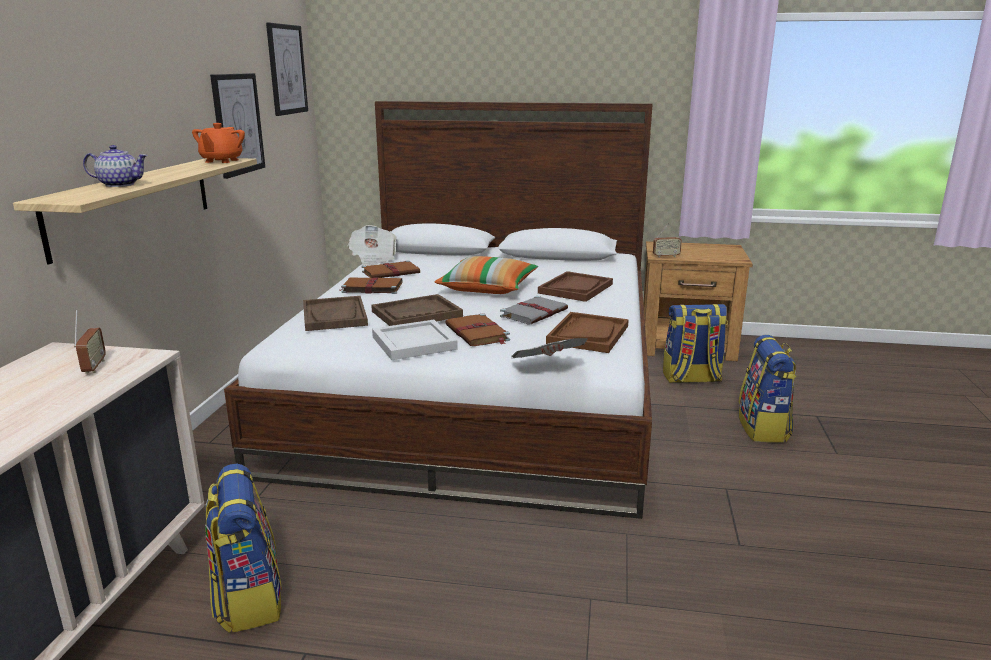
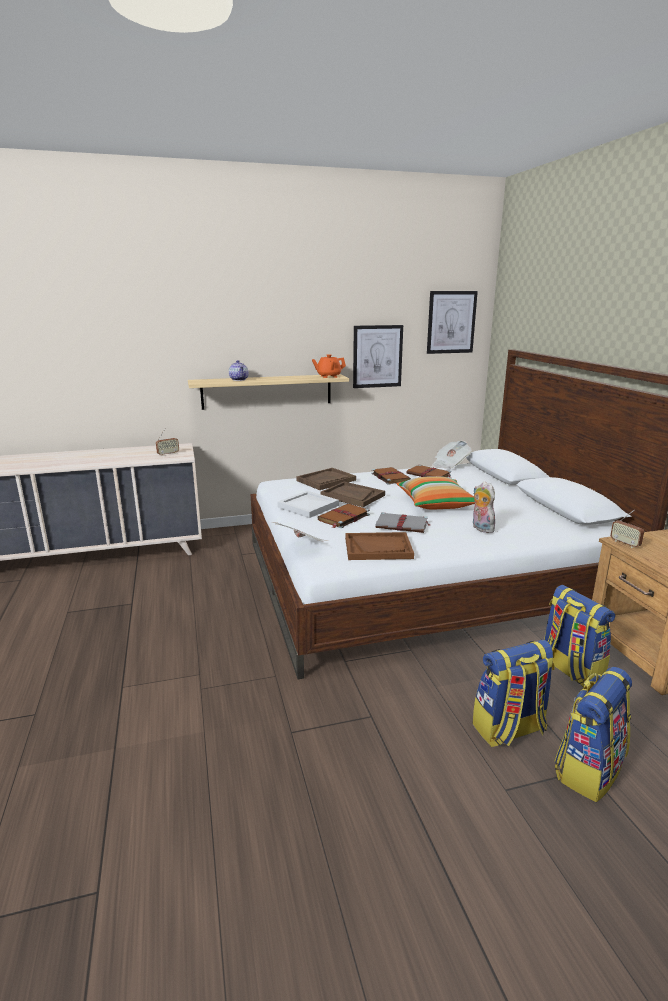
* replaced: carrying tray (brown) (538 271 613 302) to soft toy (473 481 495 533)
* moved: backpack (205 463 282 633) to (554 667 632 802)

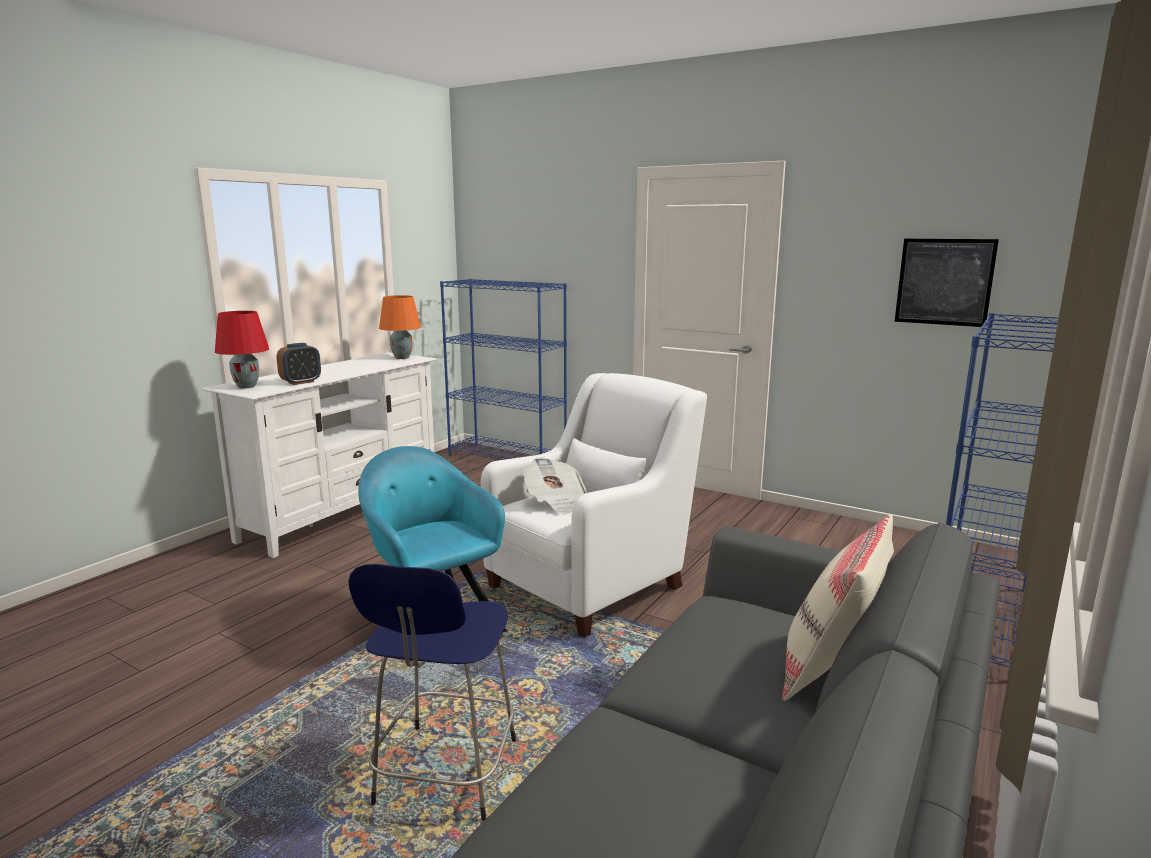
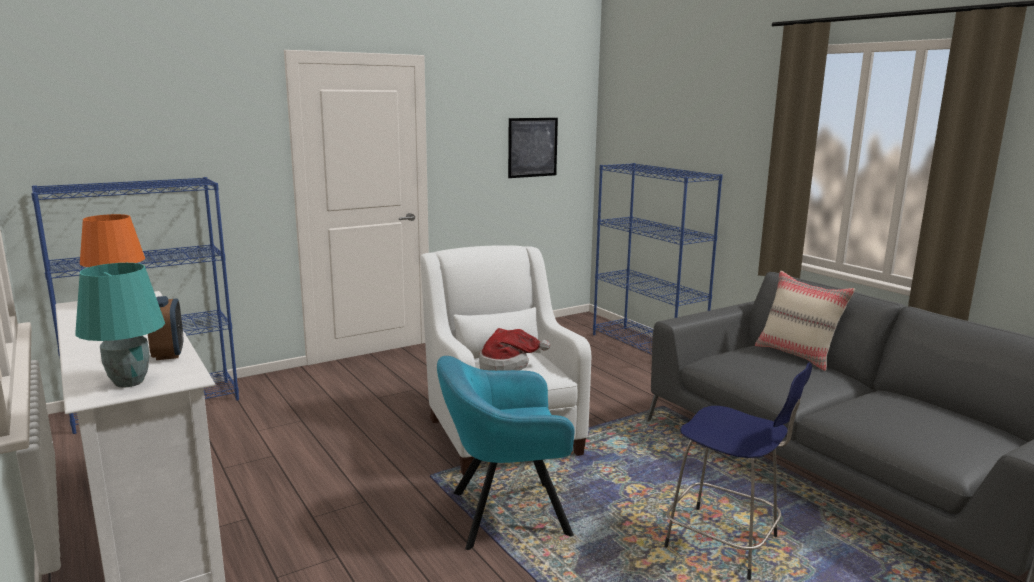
* recoloured: lamp for a table (red-coloured) (215 311 269 389) to lamp for a table (turquoise-coloured) (75 263 165 388)
* replaced: printed paper (523 457 587 515) to wearable hat (479 328 550 371)

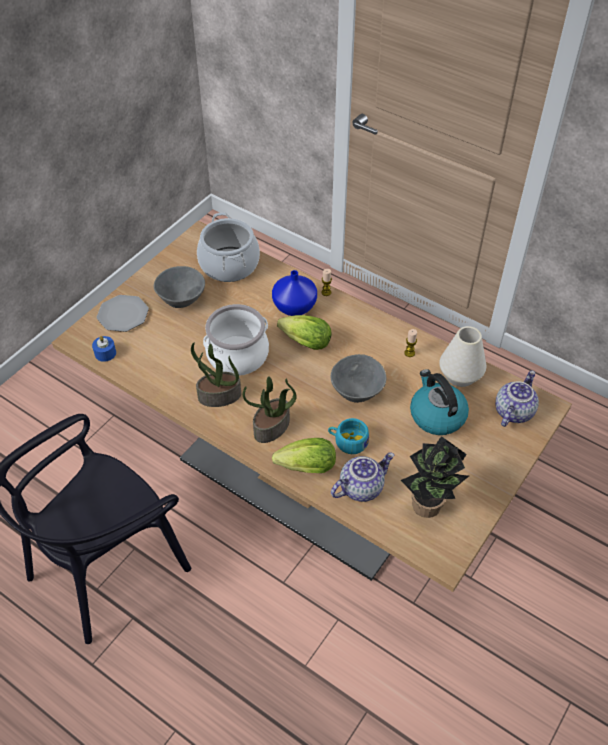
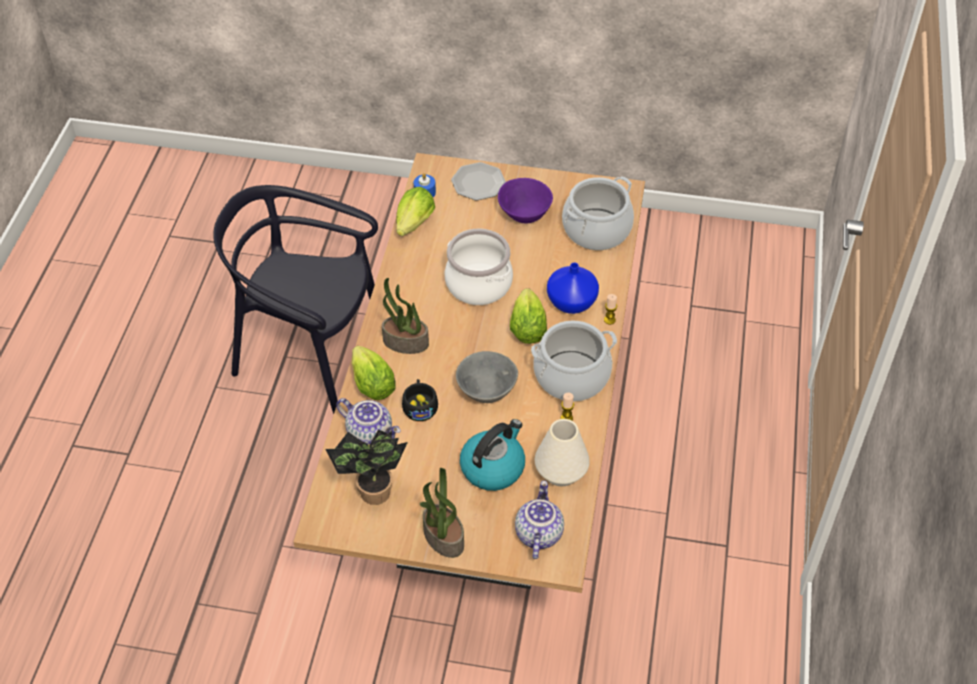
* recoloured: serving bowl (grey) (154 266 205 308) to serving bowl (purple) (498 178 553 223)
* moved: houseplant (191 342 241 407) to (420 468 464 558)
* turned: pot for tea (495 370 539 427) = (515 481 564 559) 90 degrees counterclockwise
* recoloured: cup (turquoise-coloured) (328 418 369 454) to cup (black-coloured) (402 379 438 421)
* added: lettuce head (396 187 435 236)
* added: saucepot (531 320 617 401)

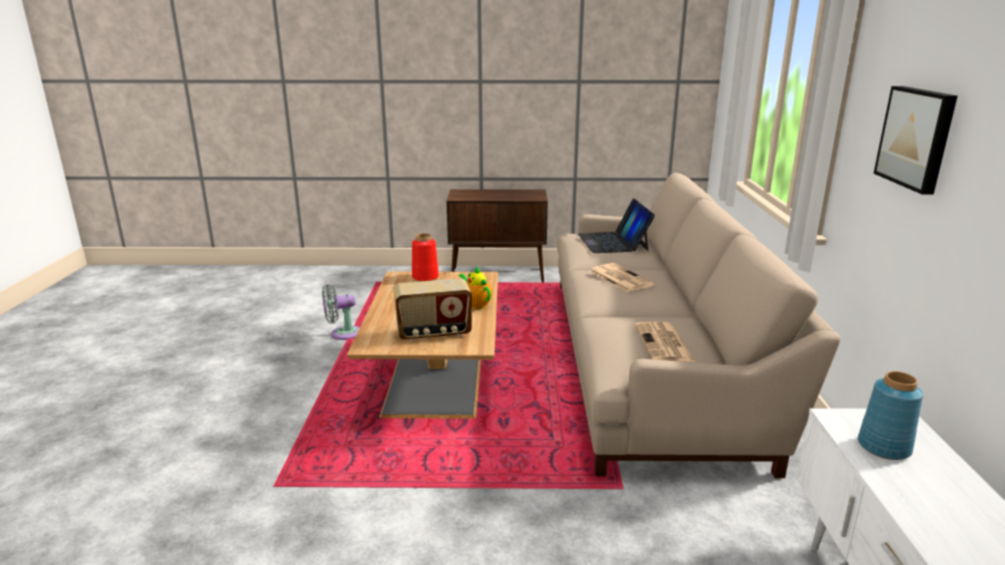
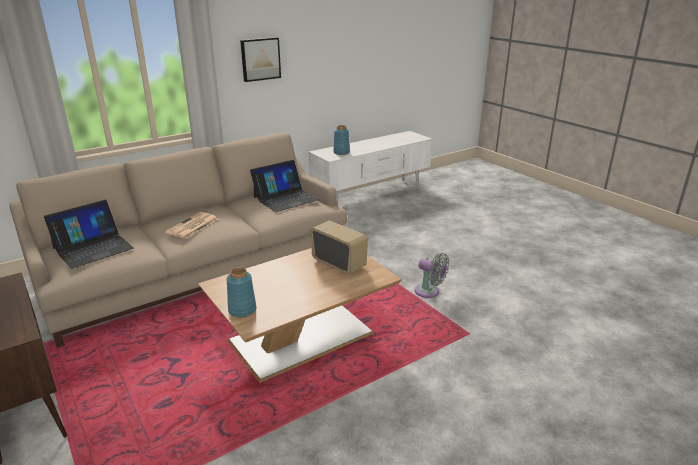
* recoloured: decorative vase (red-coloured) (412 233 439 281) to decorative vase (blue-coloured) (227 267 256 318)
* removed: pot for tea (459 267 492 309)
* moved: electric fan (grey) (322 284 359 340) to (415 253 449 298)
* replaced: printed paper (635 322 695 362) to notebook computer (250 160 319 212)

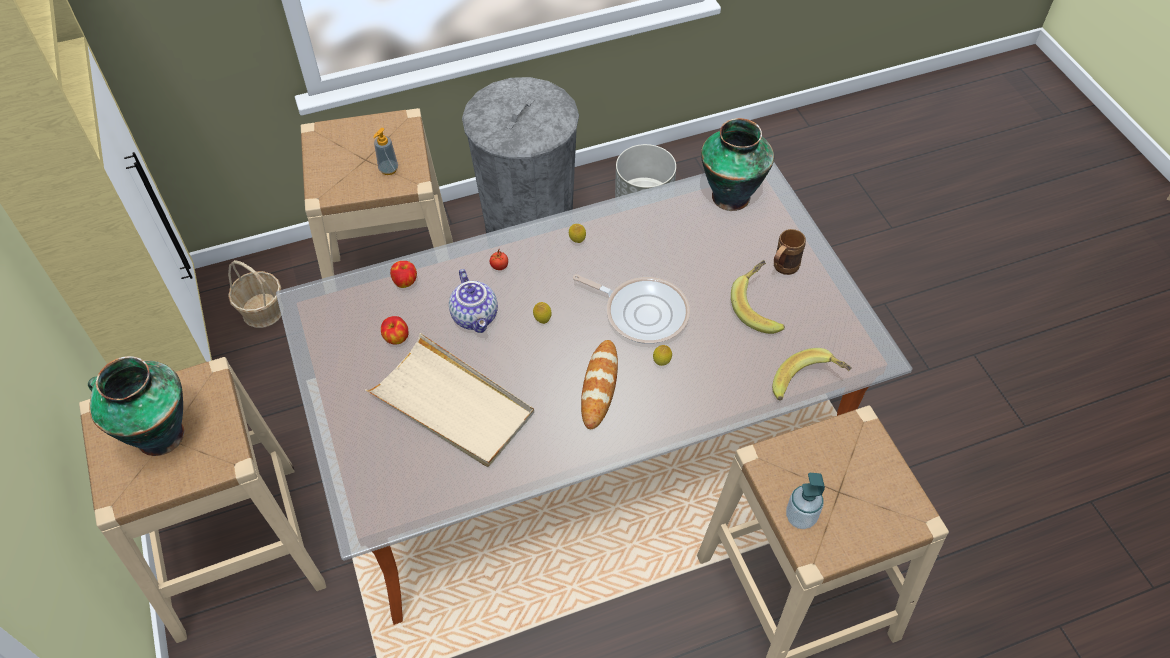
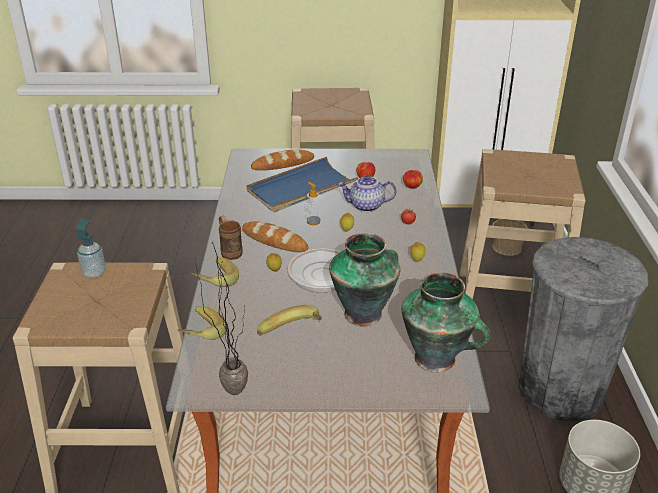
* moved: liquid soap bottle (373 128 398 175) to (305 182 322 225)
* moved: coffee mug (brown) (774 229 806 275) to (219 215 243 260)
* recoloured: carrying tray (beige) (365 333 534 467) to carrying tray (blue-coloured) (246 157 358 212)
* moved: decorative vase (88 356 185 456) to (329 233 400 326)
* added: baked bread (251 149 314 170)
* added: houseplant (195 244 248 395)
* added: banana (190 257 239 287)

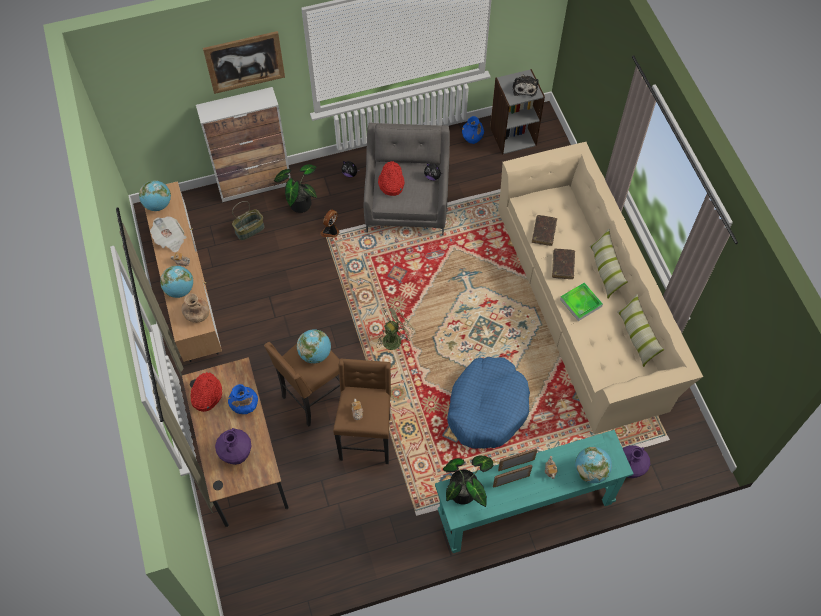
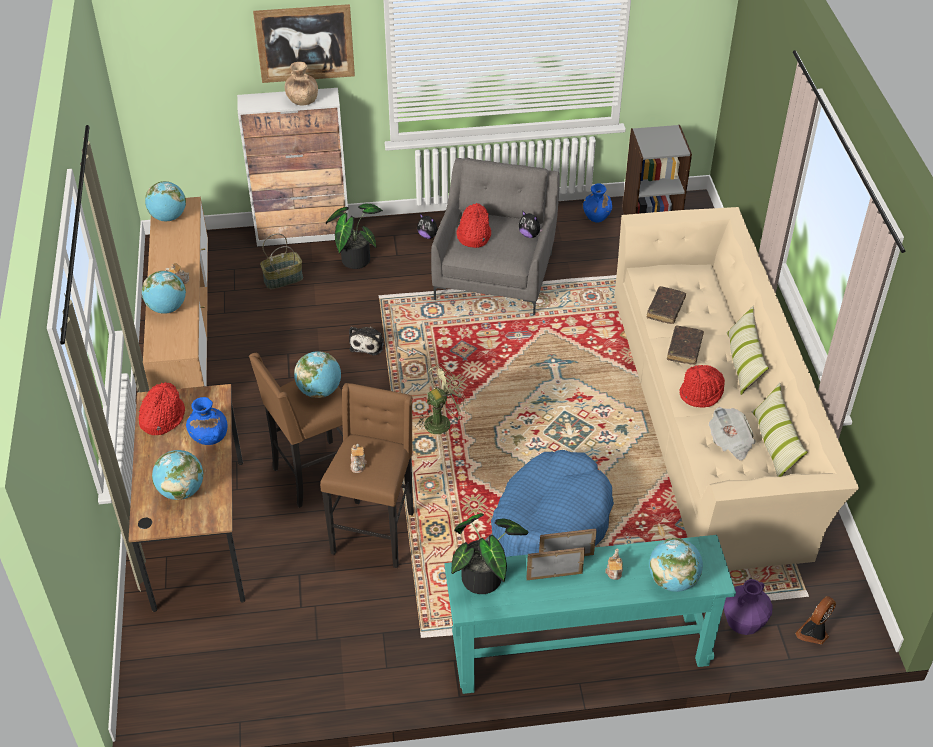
* moved: soft toy (512 74 539 96) to (349 327 384 356)
* moved: electric fan (320 209 340 238) to (795 596 836 644)
* moved: printed paper (150 217 186 252) to (709 407 756 460)
* replaced: carrying tray (560 282 603 321) to wearable hat (red-coloured) (679 365 725 408)
* moved: decorative vase (brown) (181 293 209 323) to (285 62 318 105)
* replaced: decorative vase (purple) (215 428 251 465) to desk globe (152 450 203 500)

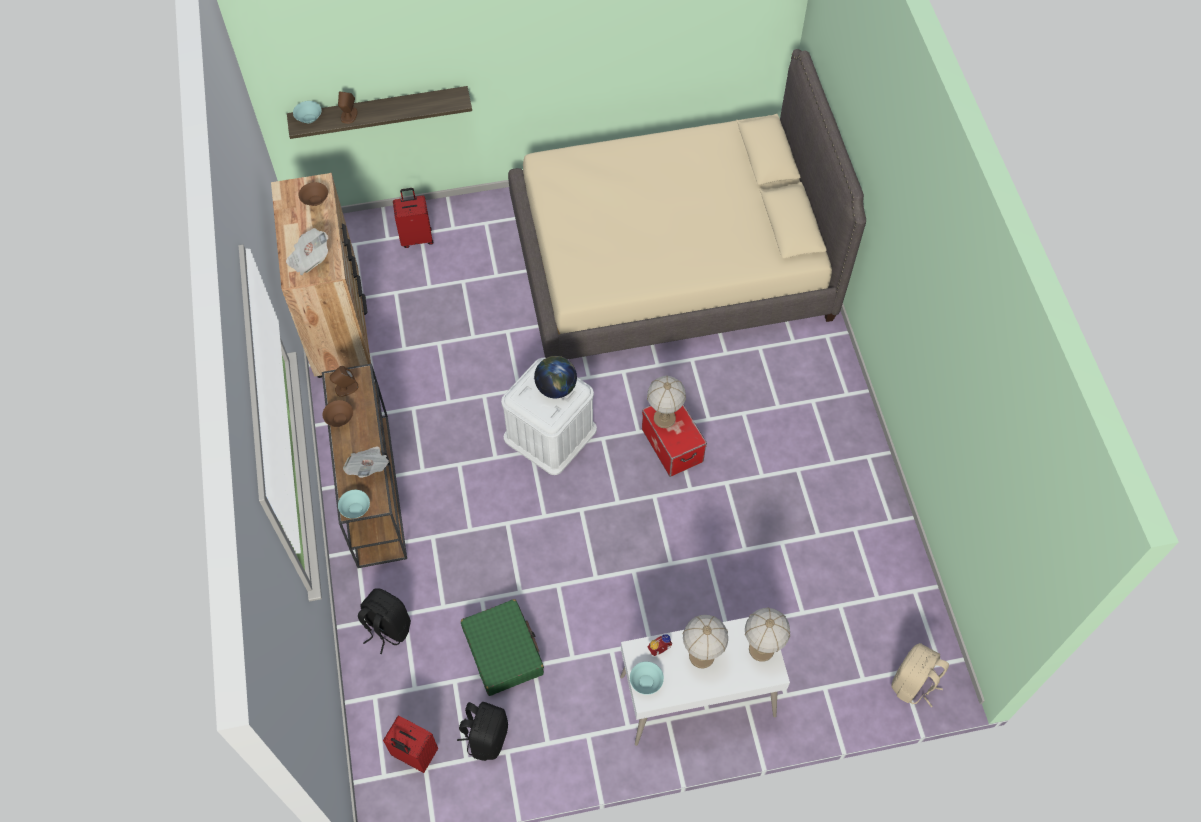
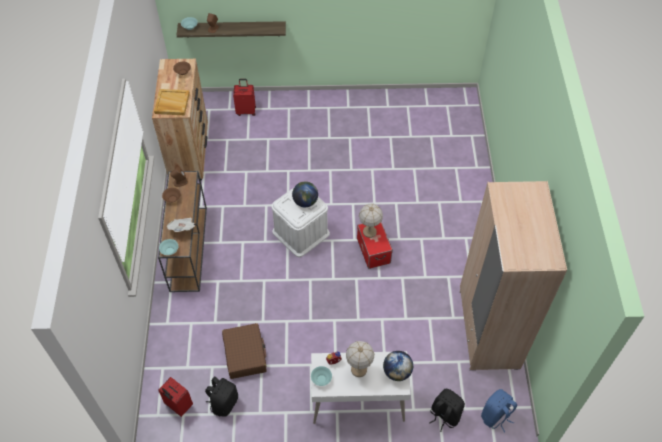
* removed: bedroom bed (beige) (508 49 866 359)
* replaced: printed paper (286 228 329 275) to carrying tray (beige) (154 89 190 115)
* moved: backpack (black-coloured) (358 588 411 654) to (429 389 465 432)
* recoloured: travel case (green-coloured) (461 599 544 696) to travel case (brown) (222 323 267 379)
* replaced: lamp for a table (745 607 790 662) to desk globe (383 351 413 381)
* recoloured: backpack (beige) (891 643 949 707) to backpack (blue-coloured) (481 389 517 433)
* added: armoire (beige) (460 181 567 370)

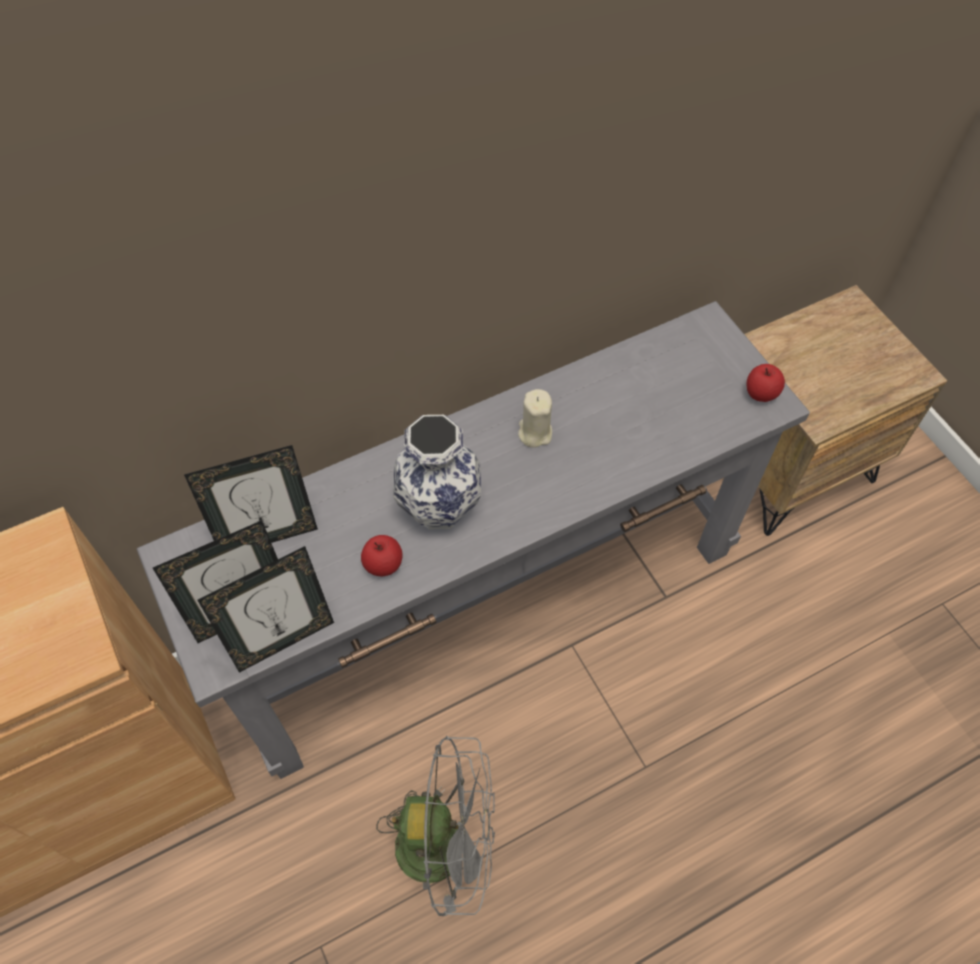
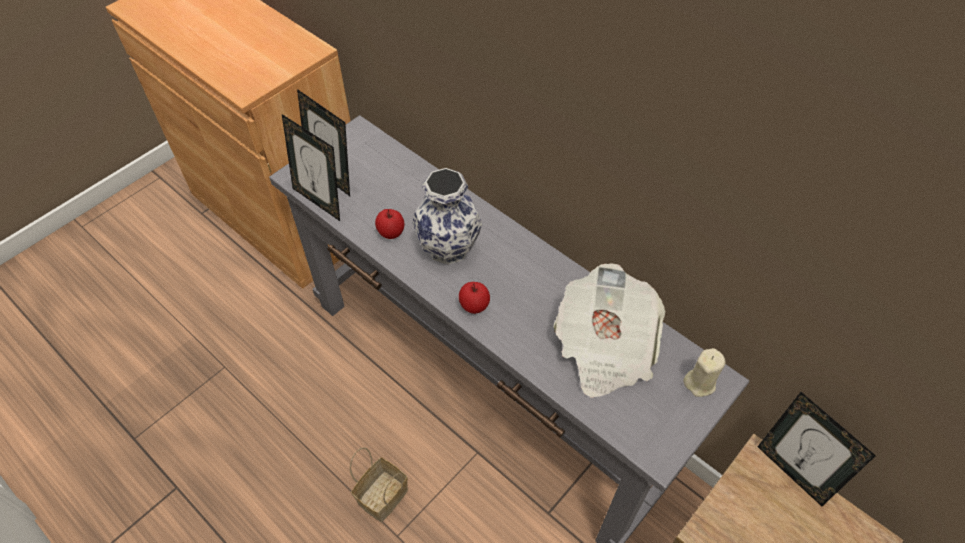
* moved: whole apple (746 364 785 402) to (459 282 490 314)
* moved: candle (beige) (518 389 552 448) to (683 348 726 397)
* moved: photo frame (184 445 318 543) to (757 392 876 506)
* removed: electric fan (grey) (376 736 495 916)
* added: printed paper (554 263 665 398)
* added: basket (350 447 408 522)

